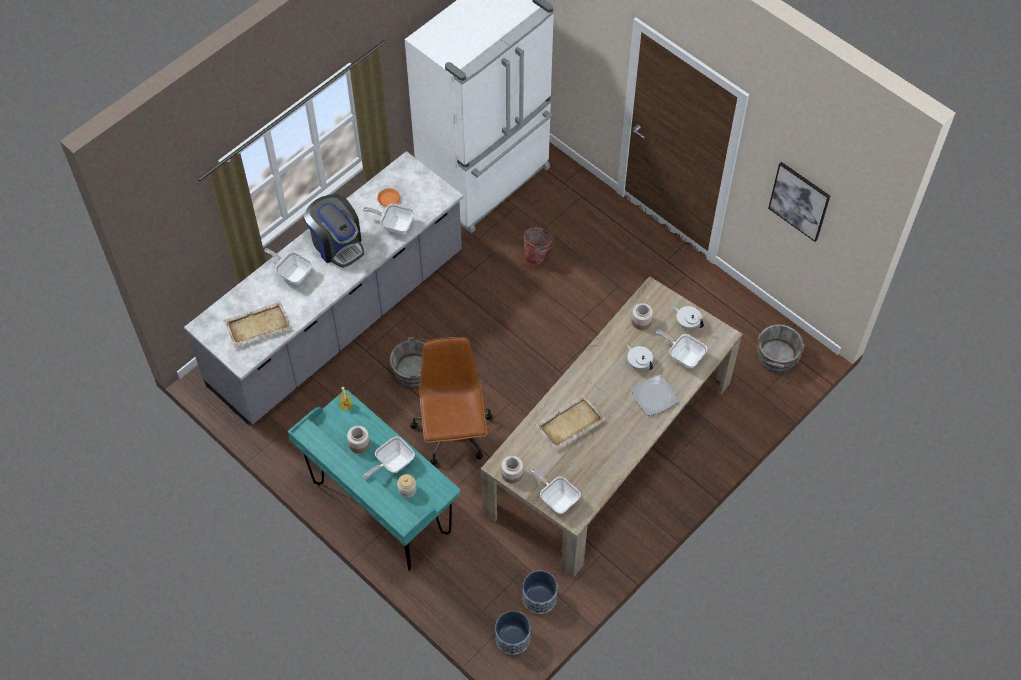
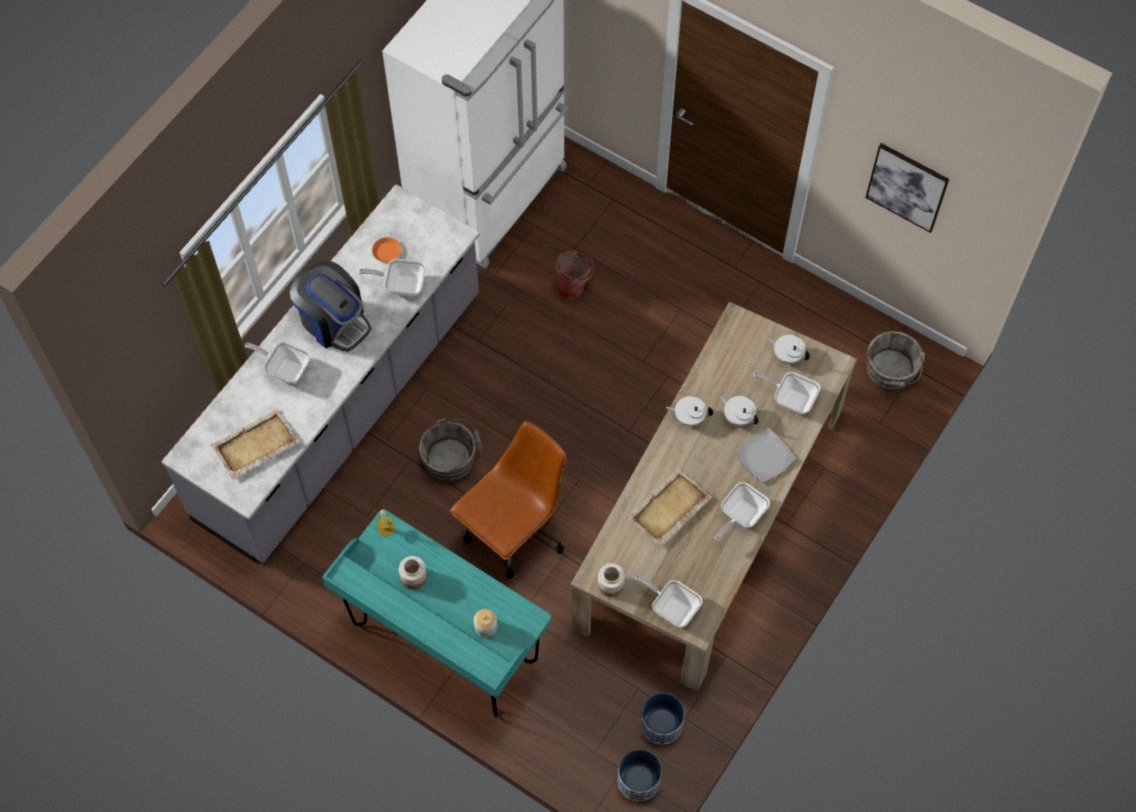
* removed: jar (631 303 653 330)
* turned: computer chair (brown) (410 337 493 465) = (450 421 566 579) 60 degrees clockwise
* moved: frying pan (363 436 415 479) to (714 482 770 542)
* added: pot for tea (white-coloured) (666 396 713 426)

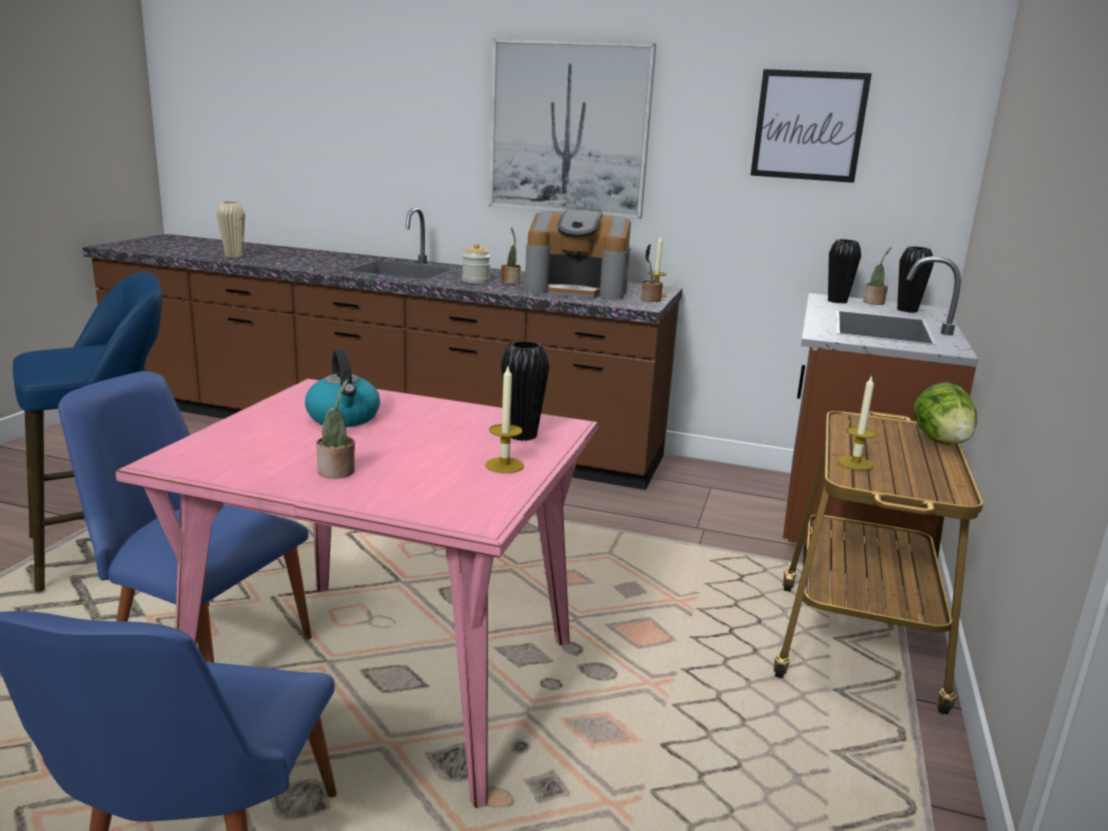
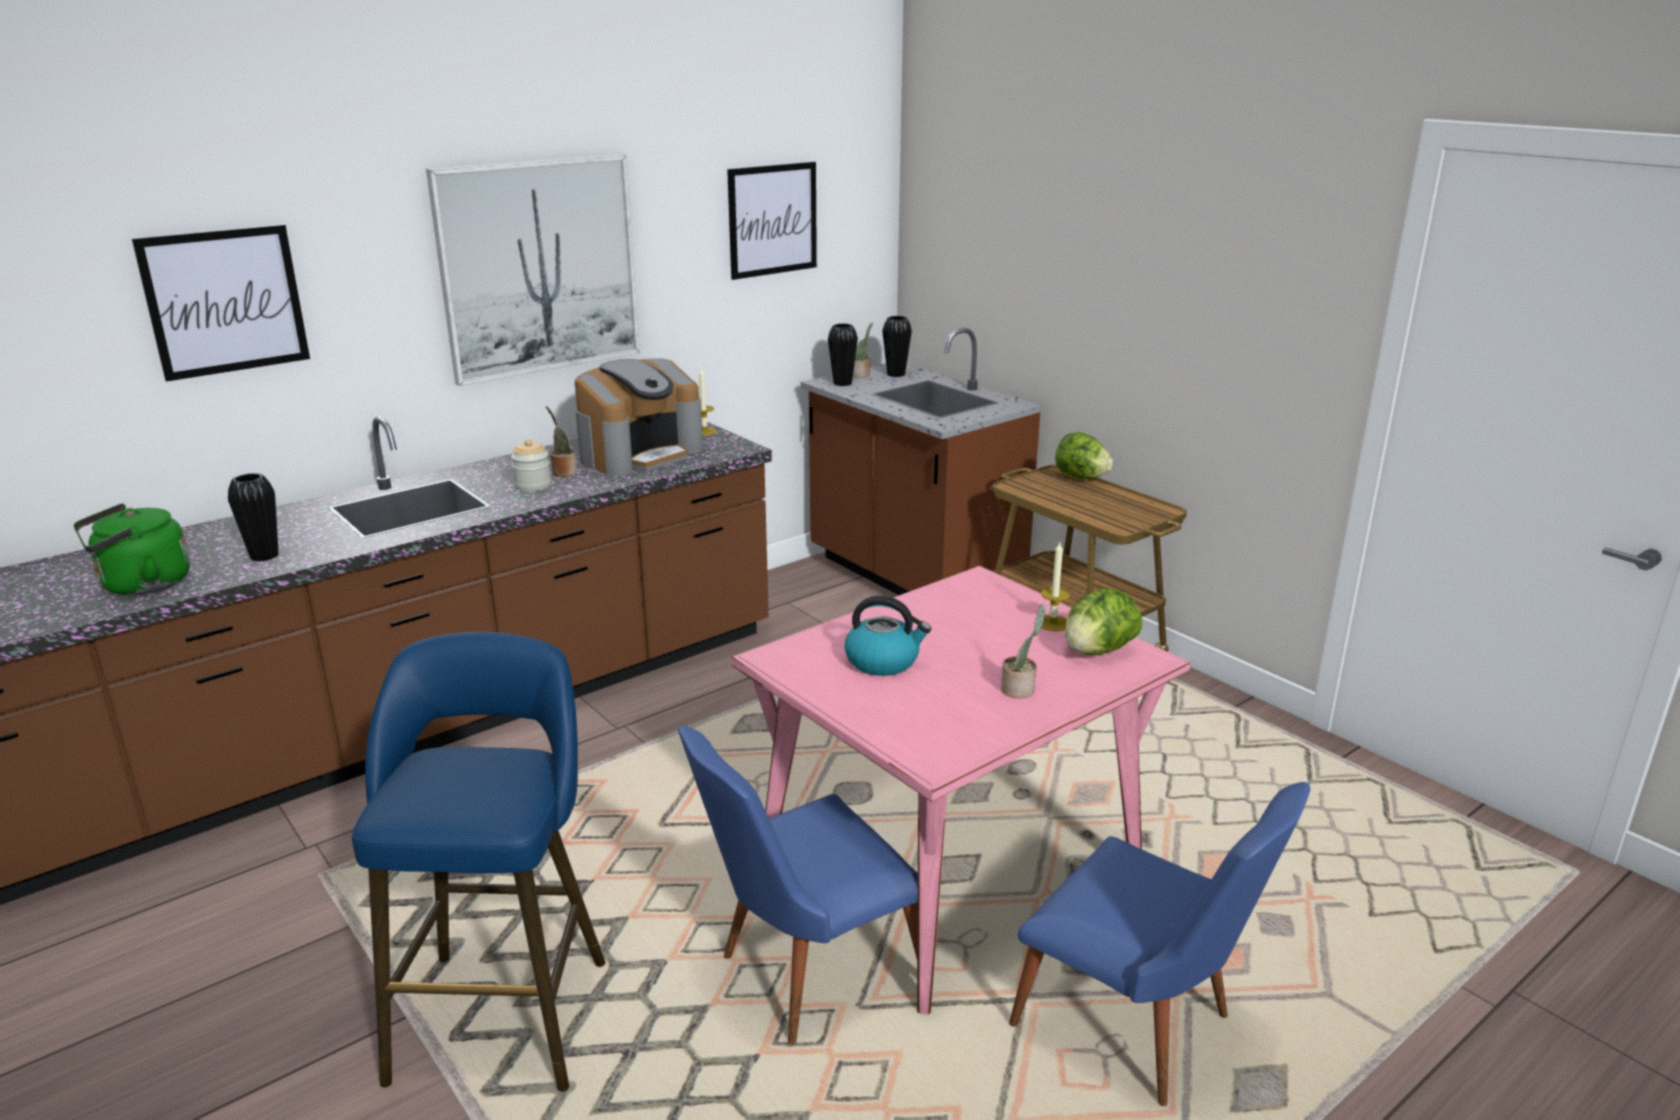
* replaced: decorative vase (beige) (217 201 245 258) to water kettle (green-coloured) (74 503 190 595)
* removed: houseplant (641 244 663 302)
* moved: decorative vase (black-coloured) (501 341 549 441) to (228 473 279 562)
* removed: candle (838 375 877 470)
* added: picture (132 224 310 382)
* added: lettuce head (1065 588 1143 656)

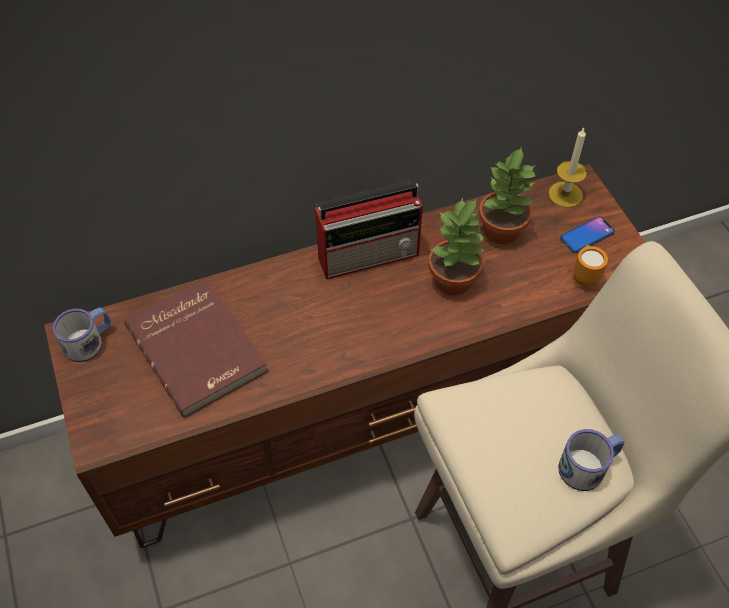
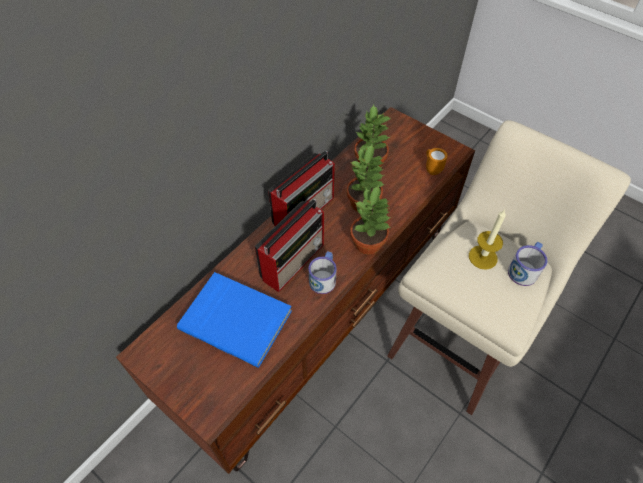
* moved: candle (549 128 587 208) to (469 209 506 270)
* removed: phone (560 216 615 253)
* recoloured: bound book (red-coloured) (124 279 268 417) to bound book (blue-coloured) (177 272 292 368)
* moved: coffee mug (53 308 111 362) to (309 251 337 294)
* added: houseplant (350 185 390 255)
* added: radio (255 199 324 292)

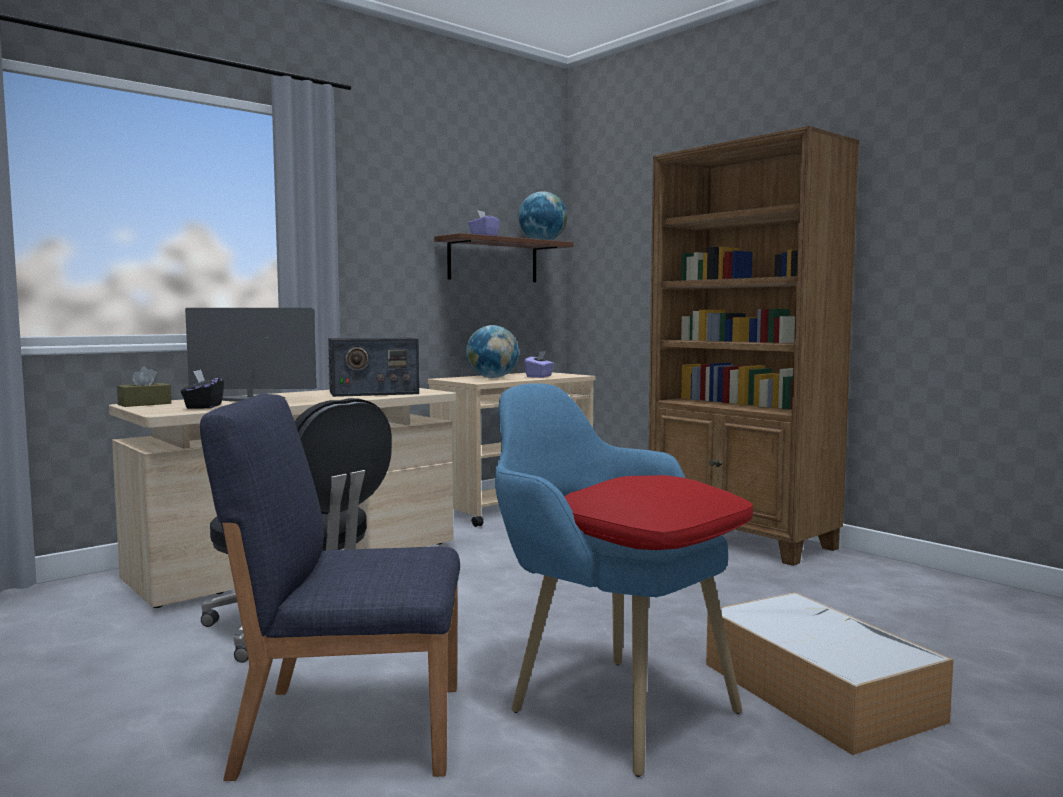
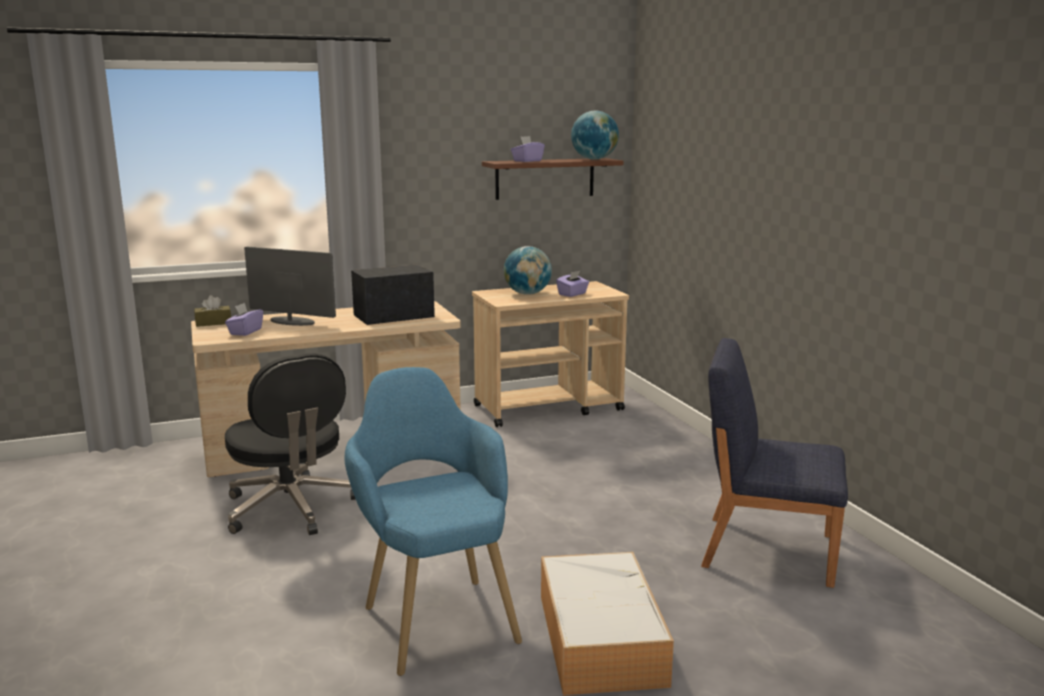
* removed: shelving unit (brown) (648 126 859 566)
* turned: radio (328 337 419 397) = (351 264 435 325) 150 degrees clockwise
* recoloured: tissue holder (black-coloured) (181 369 224 409) to tissue holder (purple) (225 302 263 336)
* moved: upright chair (blue-coloured) (200 394 460 781) to (701 338 848 588)
* removed: pillow (red-coloured) (564 475 753 550)

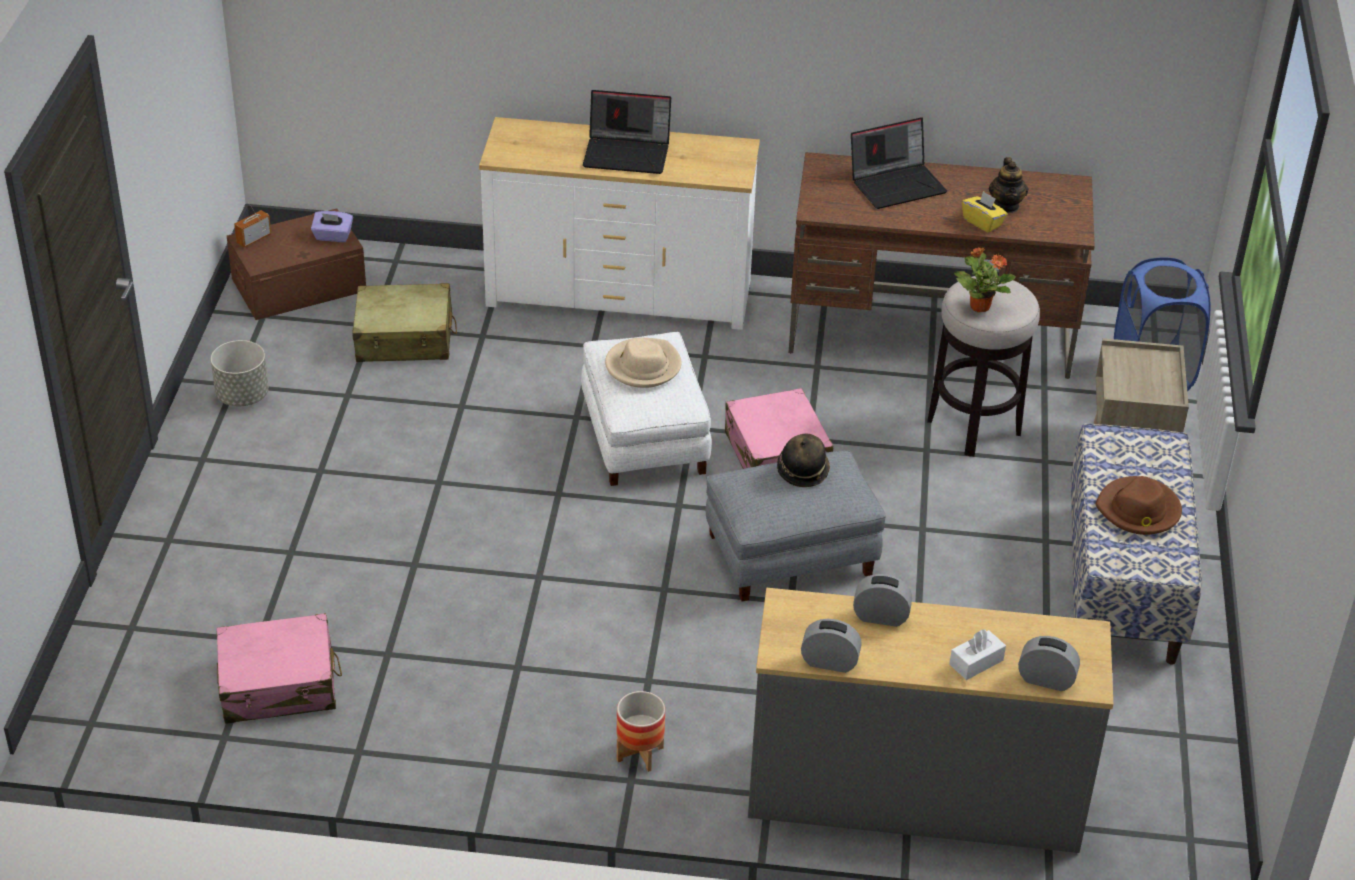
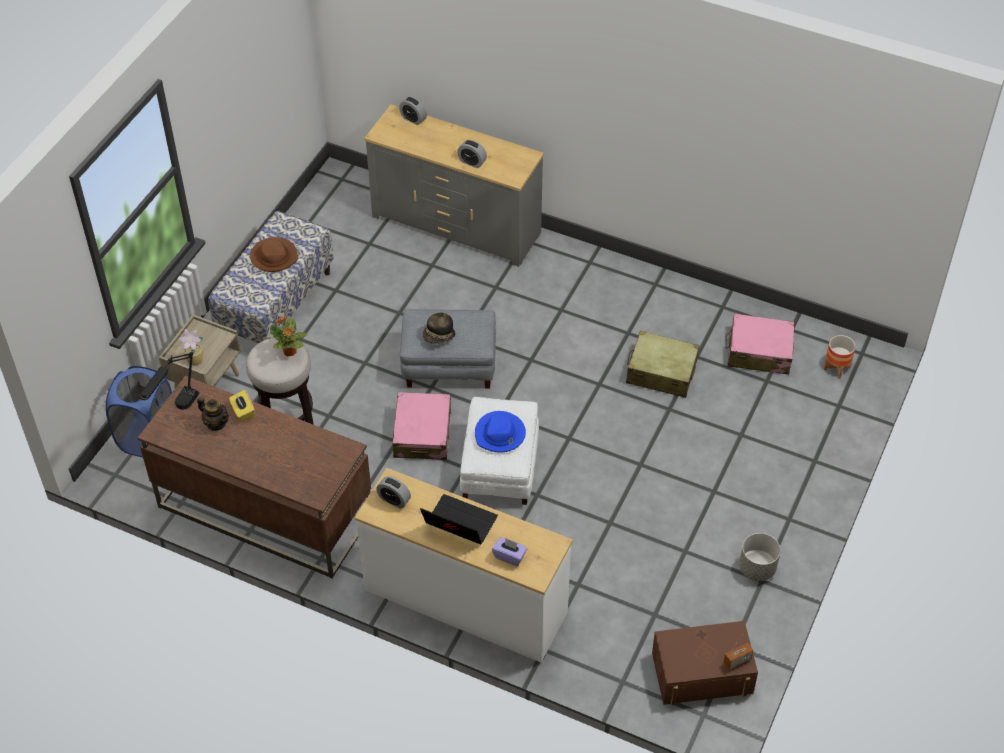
* removed: notebook computer (851 117 947 209)
* turned: pot for tea (989 157 1028 213) = (197 397 229 431) 105 degrees clockwise
* moved: tissue holder (purple) (311 211 353 242) to (492 537 527 566)
* moved: travel case (beige) (352 283 457 362) to (626 331 700 398)
* recoloured: wearable hat (beige) (605 338 682 388) to wearable hat (blue-coloured) (475 411 526 453)
* moved: alarm clock (801 619 862 673) to (376 476 411 509)
* removed: tissue holder (white-coloured) (949 630 1006 680)
* moved: flower pot (617 691 665 772) to (823 335 856 379)
* added: houseplant (179 329 203 366)
* added: lamp for a table (black-coloured) (140 350 200 410)

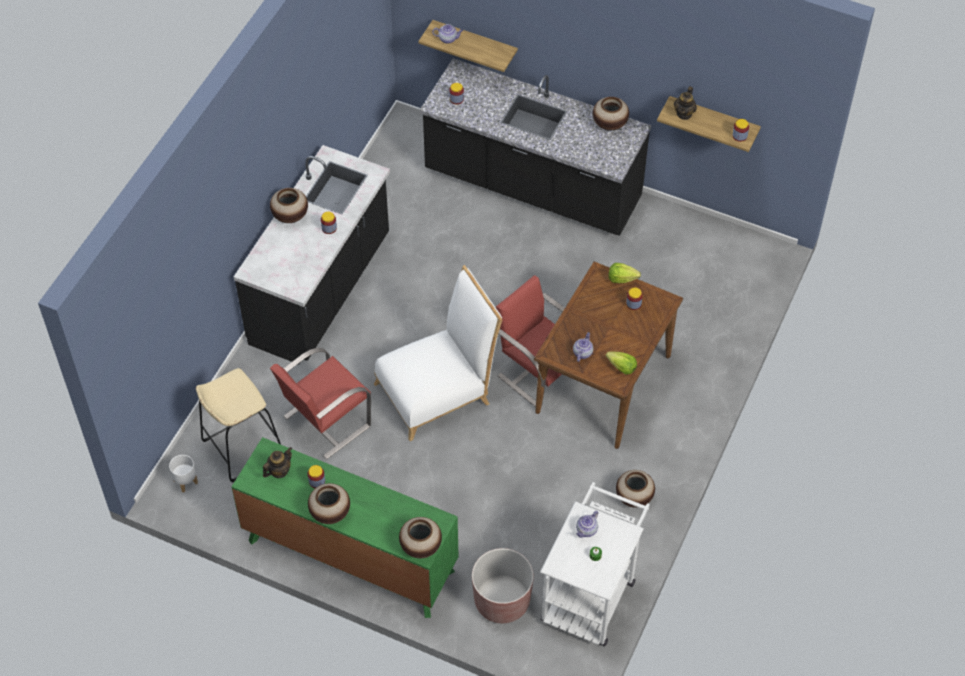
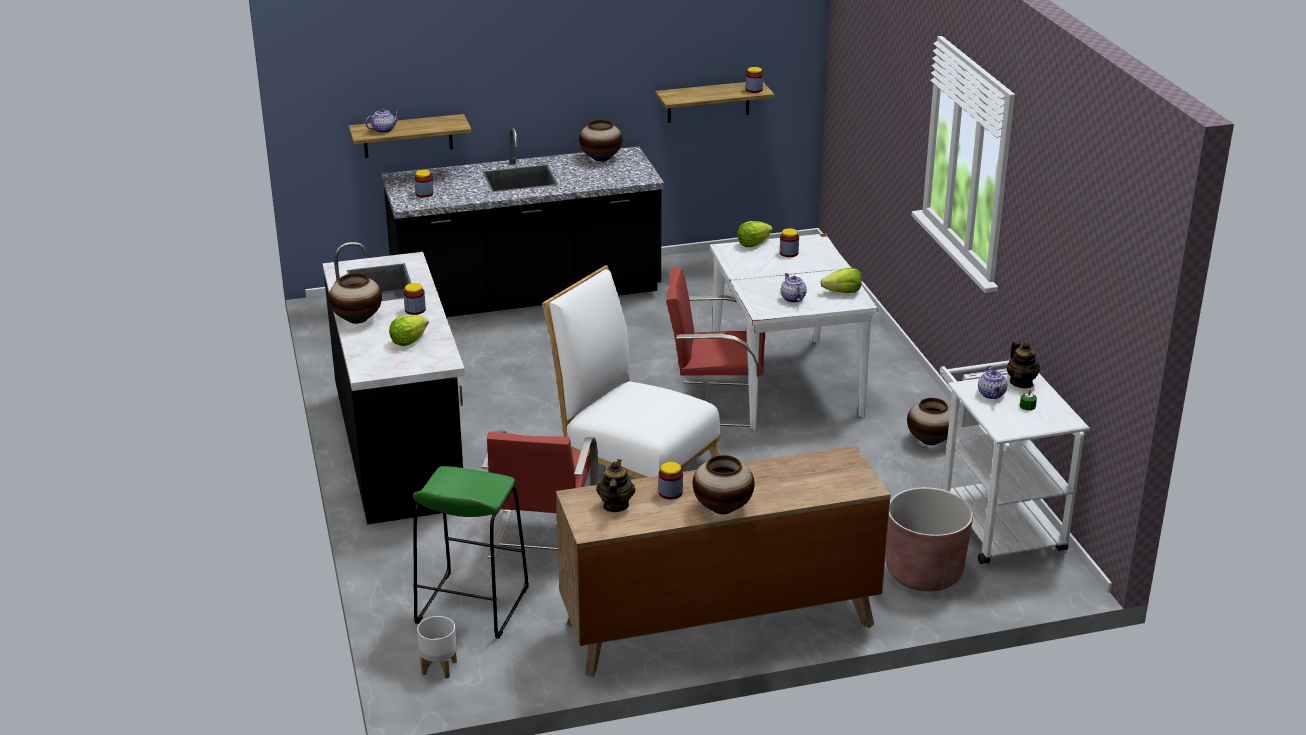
* moved: pot for tea (674 86 697 120) to (1007 341 1040 388)
* recoloured: dinner table (brown) (534 261 683 449) to dinner table (white-coloured) (710 234 878 430)
* turned: upright chair (white-coloured) (374 265 502 441) = (542 265 720 479) 75 degrees counterclockwise
* recoloured: sitting stool (beige) (196 368 281 483) to sitting stool (green-coloured) (413 466 529 639)
* recoloured: dresser (green-coloured) (231 437 459 618) to dresser (brown) (556 446 891 677)
* removed: decorative vase (399 517 442 558)
* added: lettuce head (389 315 429 346)

